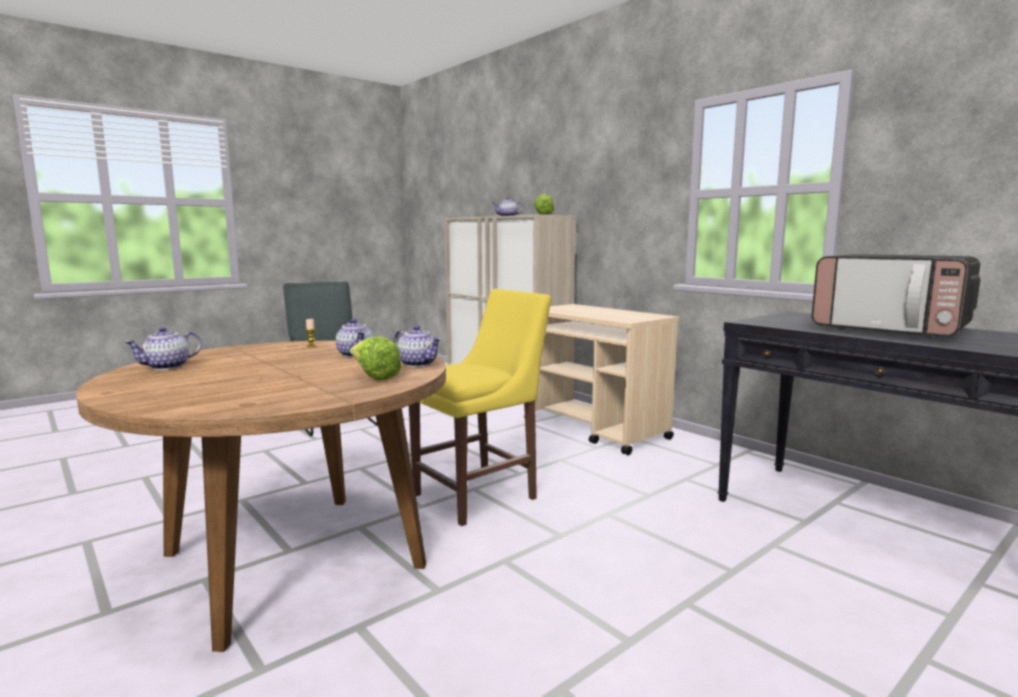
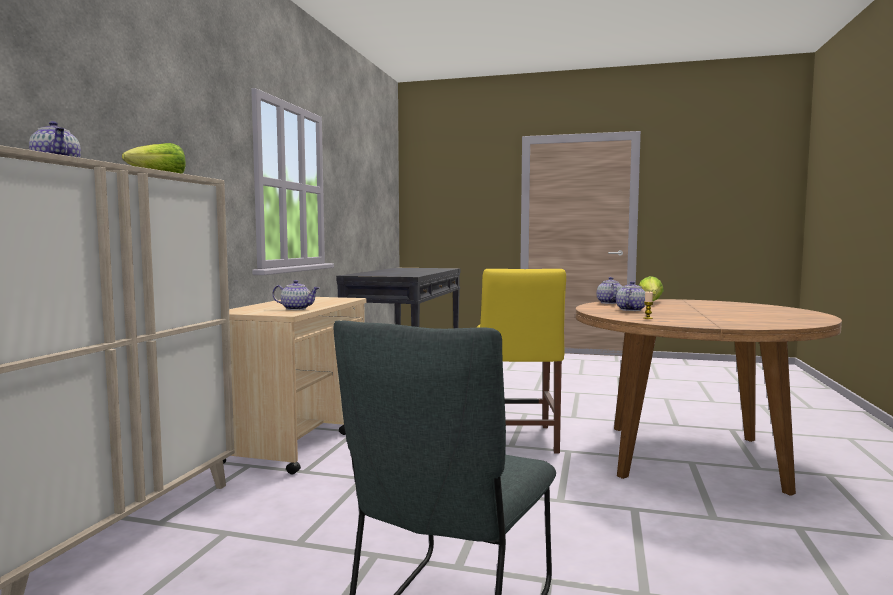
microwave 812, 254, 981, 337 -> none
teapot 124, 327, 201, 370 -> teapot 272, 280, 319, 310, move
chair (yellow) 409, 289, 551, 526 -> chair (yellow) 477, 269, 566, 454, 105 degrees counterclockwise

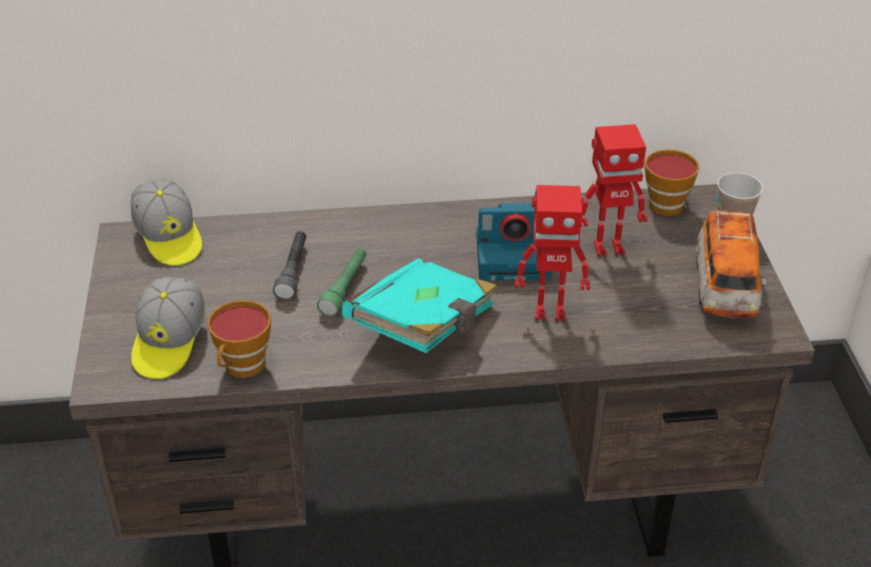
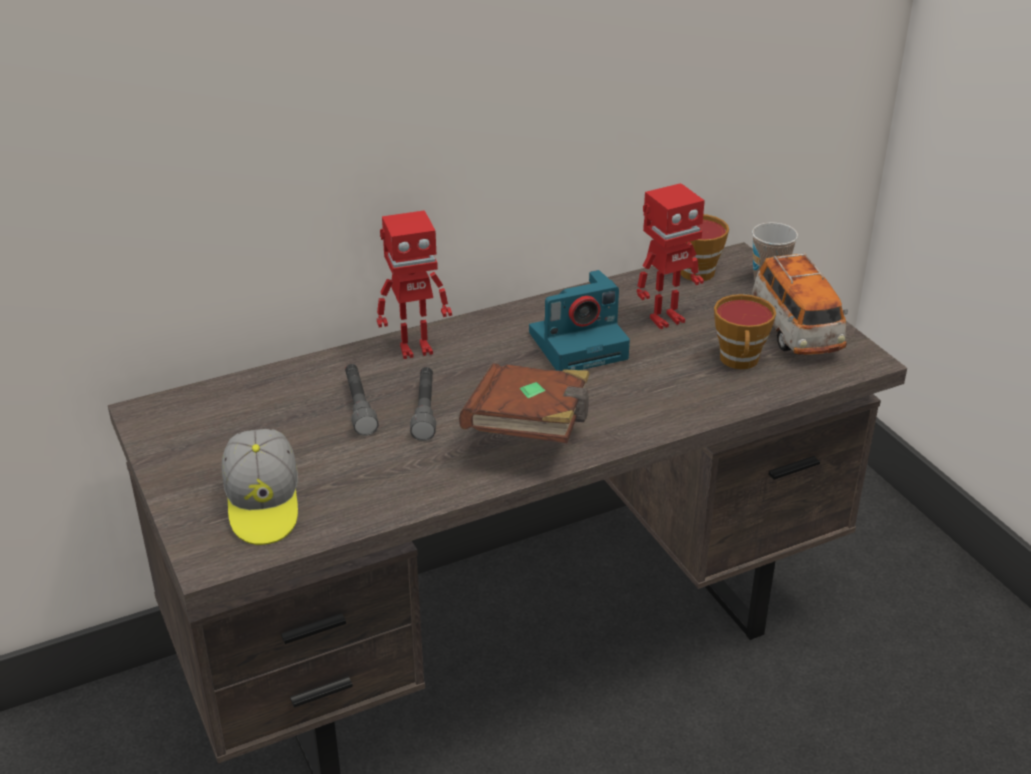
cap 131, 179, 202, 266 -> none
cup 207, 300, 271, 378 -> cup 714, 294, 776, 369, move
toy robot 515, 185, 590, 321 -> toy robot 377, 210, 452, 359, move
flashlight (green) 317, 248, 367, 317 -> flashlight (grey) 410, 367, 436, 441
book (turquoise) 342, 258, 498, 353 -> book (brown) 459, 363, 590, 443

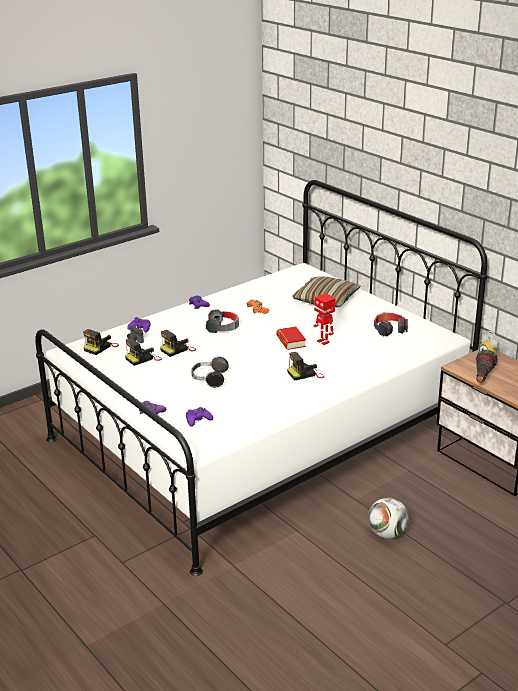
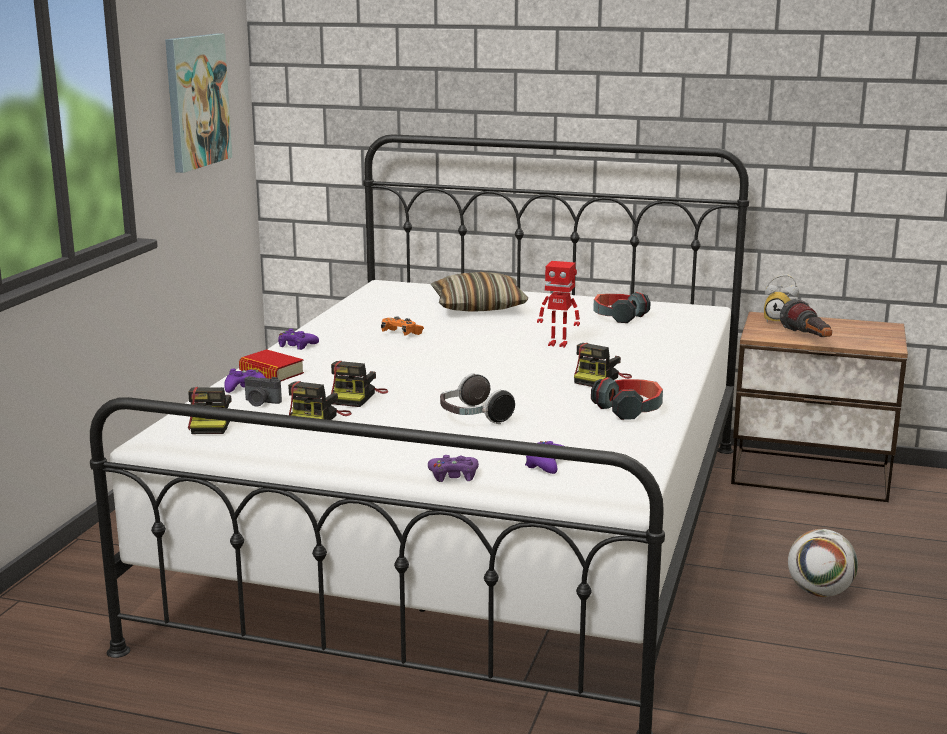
none -> picture 165, 34, 232, 173
headphones 206, 309, 239, 333 -> headphones 591, 377, 663, 420, move
book 277, 326, 306, 350 -> book 239, 349, 304, 381, move

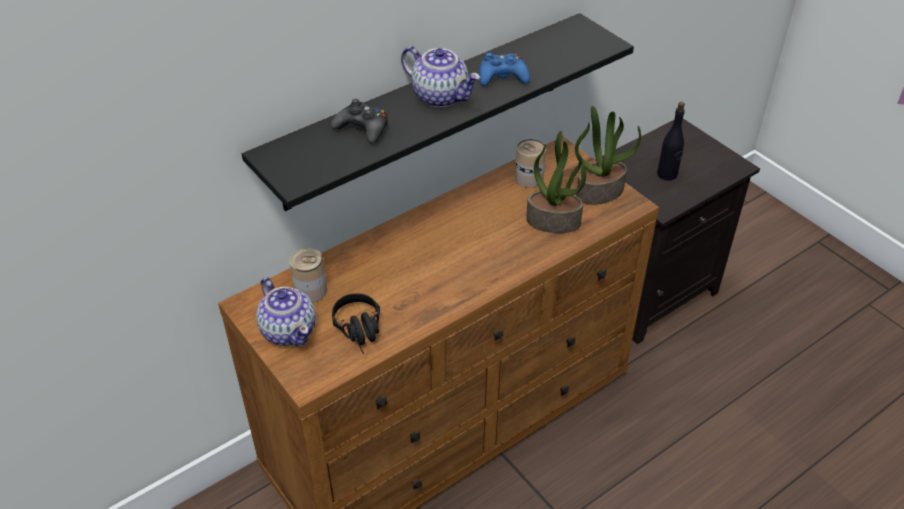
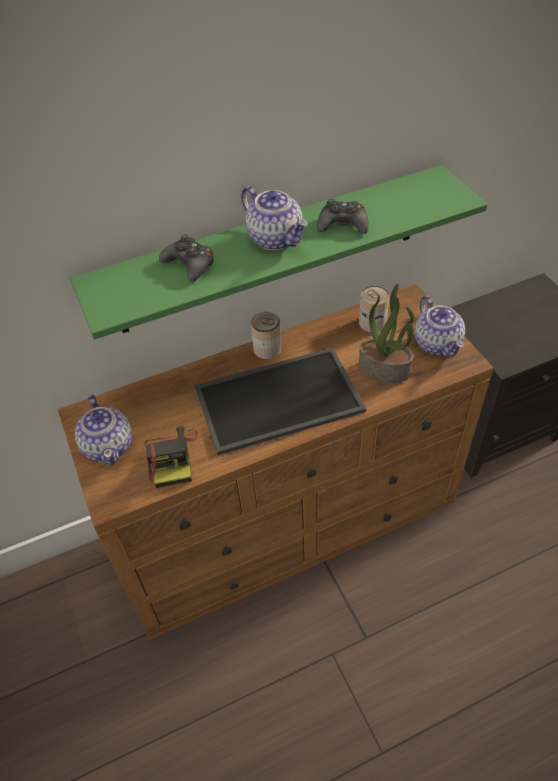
bottle (black) 657, 102, 685, 181 -> none
none -> tray 194, 347, 366, 455
can 290, 248, 327, 302 -> can 251, 312, 282, 359, move
headphones (black) 332, 293, 380, 354 -> photo camera 145, 426, 198, 488
potted plant 575, 106, 641, 205 -> teapot 415, 295, 465, 358
shelf (black) 242, 13, 634, 211 -> shelf (green) 70, 165, 487, 339
game controller (blue) 479, 53, 530, 86 -> game controller (black) 317, 199, 369, 234

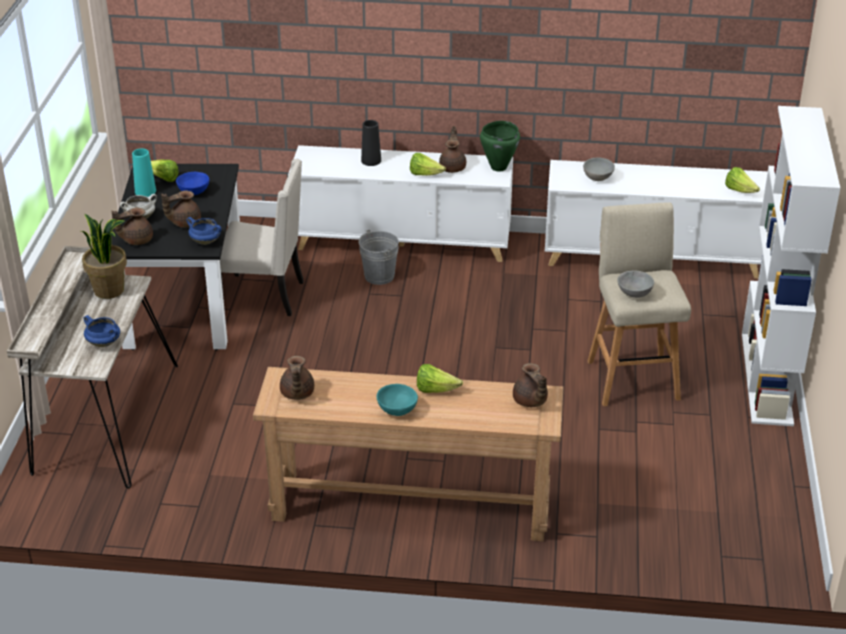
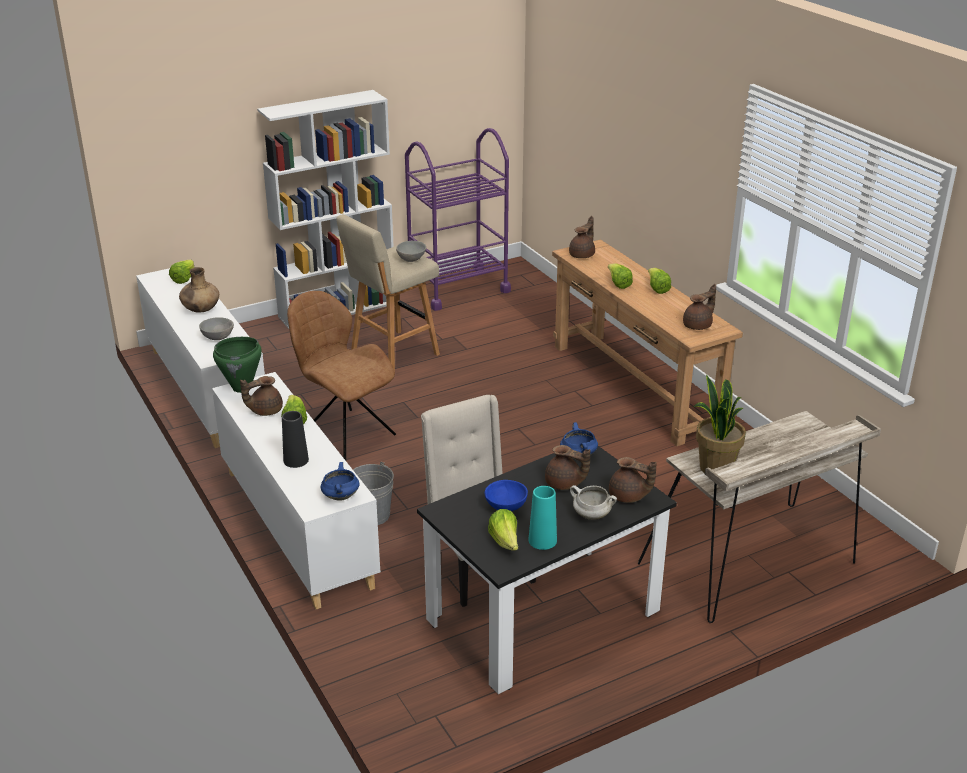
none -> vase (brown) 179, 267, 219, 313
none -> chair (brown) 287, 291, 396, 461
none -> cart (purple) 405, 128, 511, 311
cooking pot (blue) 84, 315, 120, 347 -> cooking pot (blue) 321, 462, 360, 501, move
bowl (turquoise) 377, 384, 418, 416 -> lettuce 648, 268, 671, 294

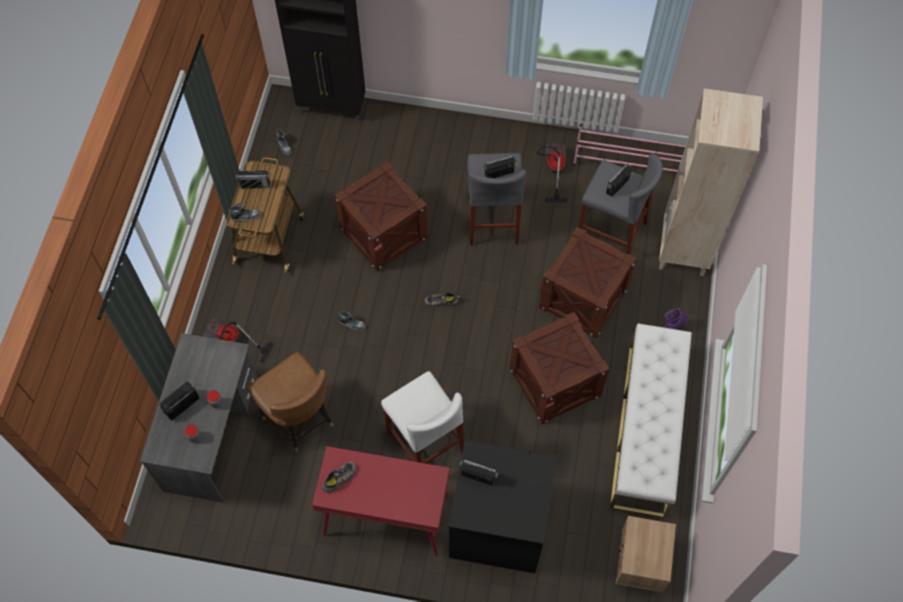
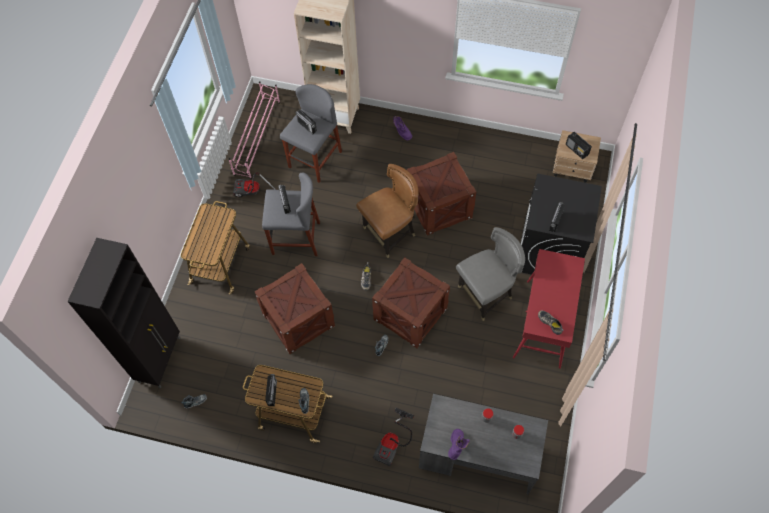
bench (white) 610, 323, 692, 518 -> none
none -> cart 181, 201, 250, 294
none -> boot (purple) 448, 429, 470, 460
radio 159, 382, 199, 421 -> radio 566, 132, 592, 159, move
chair (brown) 247, 352, 333, 452 -> chair (brown) 356, 164, 419, 258, move
crate 539, 227, 636, 339 -> crate 372, 257, 450, 348, move
stool (white) 381, 371, 464, 464 -> chair (grey) 456, 227, 525, 321

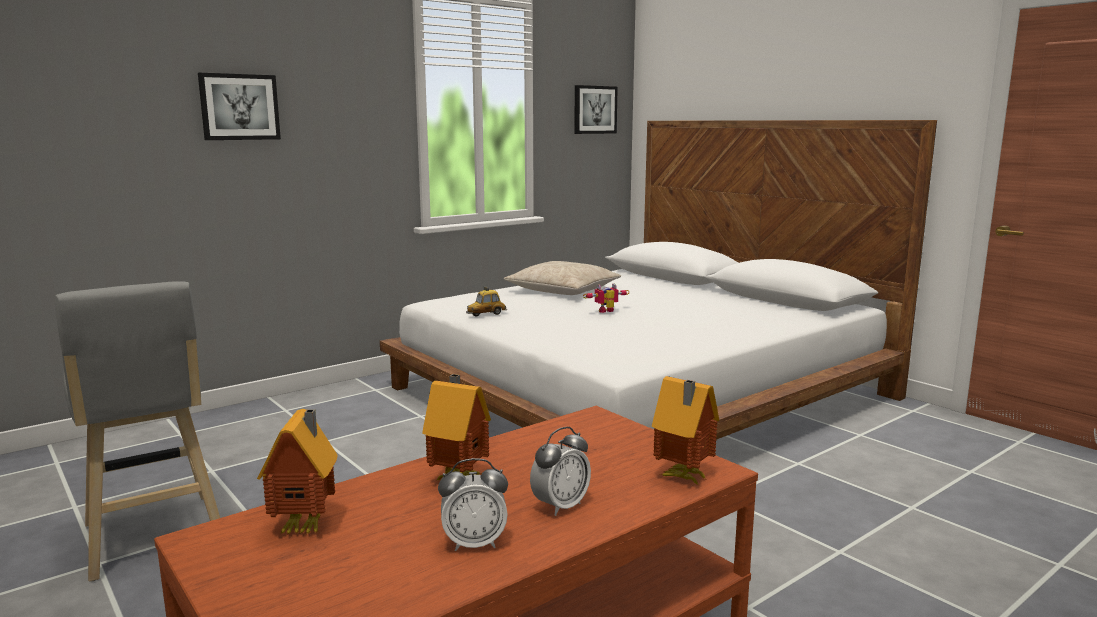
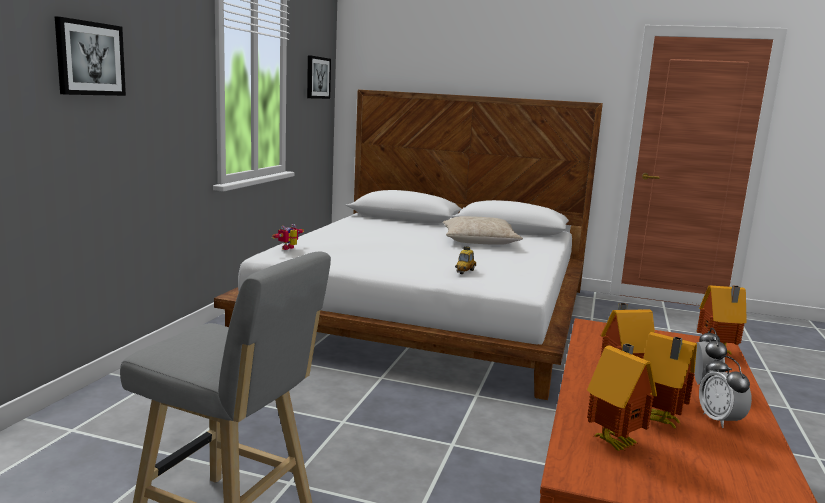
none -> toy house 643, 332, 697, 430
toy car 466, 286, 507, 316 -> toy car 455, 246, 476, 274, move
pillow (beige) 504, 261, 621, 295 -> pillow (beige) 443, 216, 523, 245, move
toy robot 583, 283, 630, 313 -> toy robot 272, 224, 304, 250, move
alarm clock 438, 458, 508, 551 -> alarm clock 699, 356, 752, 428, 120 degrees clockwise

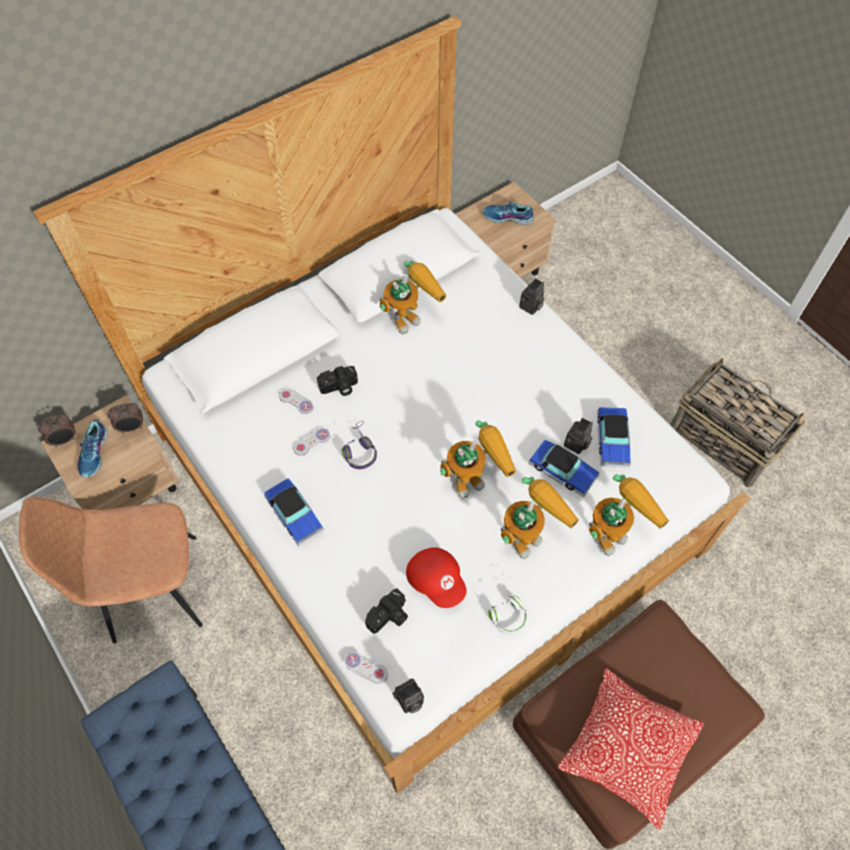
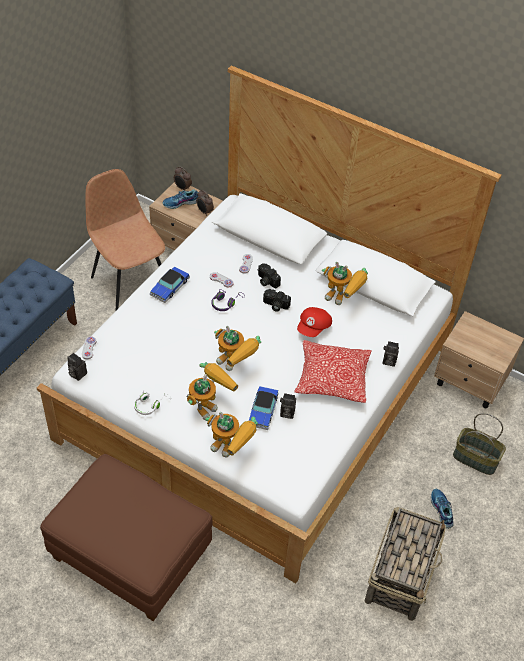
toy car 597, 407, 631, 468 -> none
none -> basket 453, 413, 506, 475
photo camera 365, 588, 408, 634 -> photo camera 263, 289, 291, 312, move
cap (red) 406, 547, 467, 608 -> cap (red) 297, 307, 332, 337, move
shoe 483, 201, 534, 225 -> shoe 431, 489, 454, 529, move
pillow 557, 668, 704, 830 -> pillow 294, 340, 372, 403, move
toy robot 500, 477, 579, 559 -> toy robot 187, 362, 238, 420, 75 degrees counterclockwise

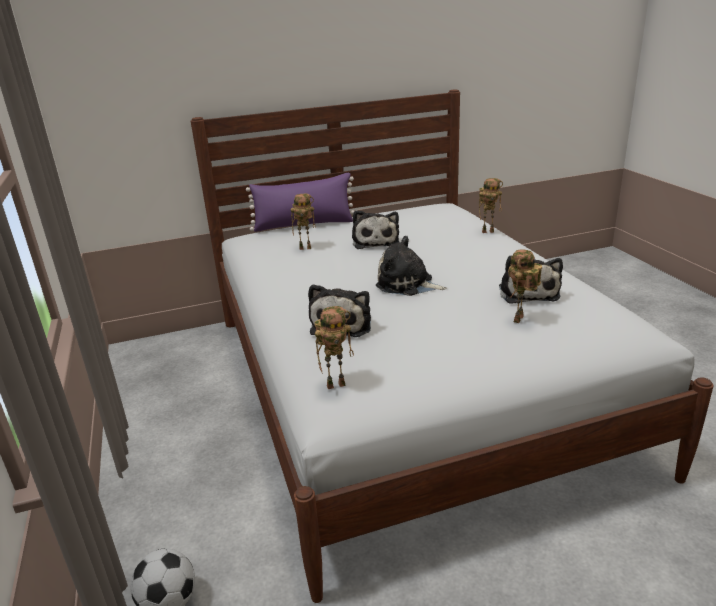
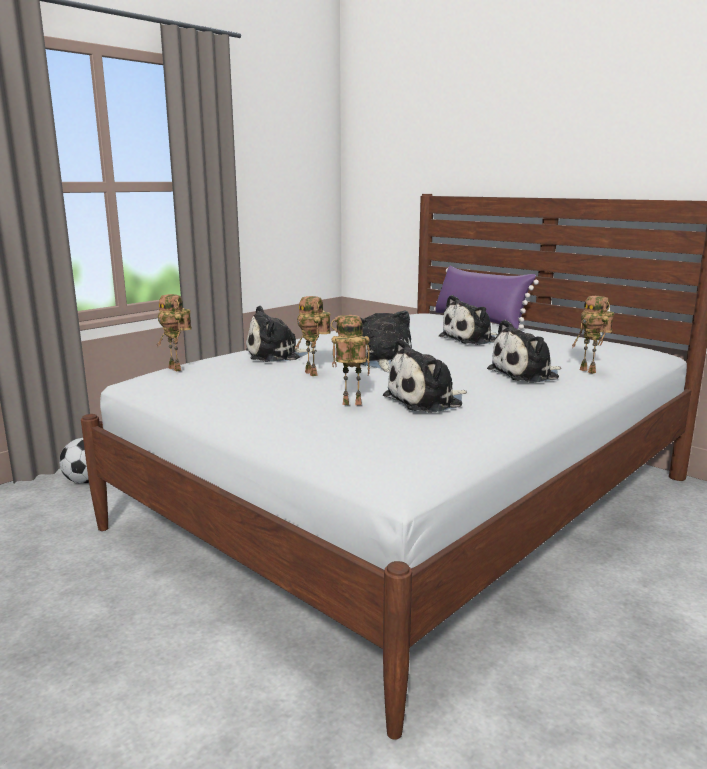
none -> plush toy 487, 320, 561, 383
toy robot 291, 194, 315, 250 -> toy robot 295, 296, 331, 376, move

